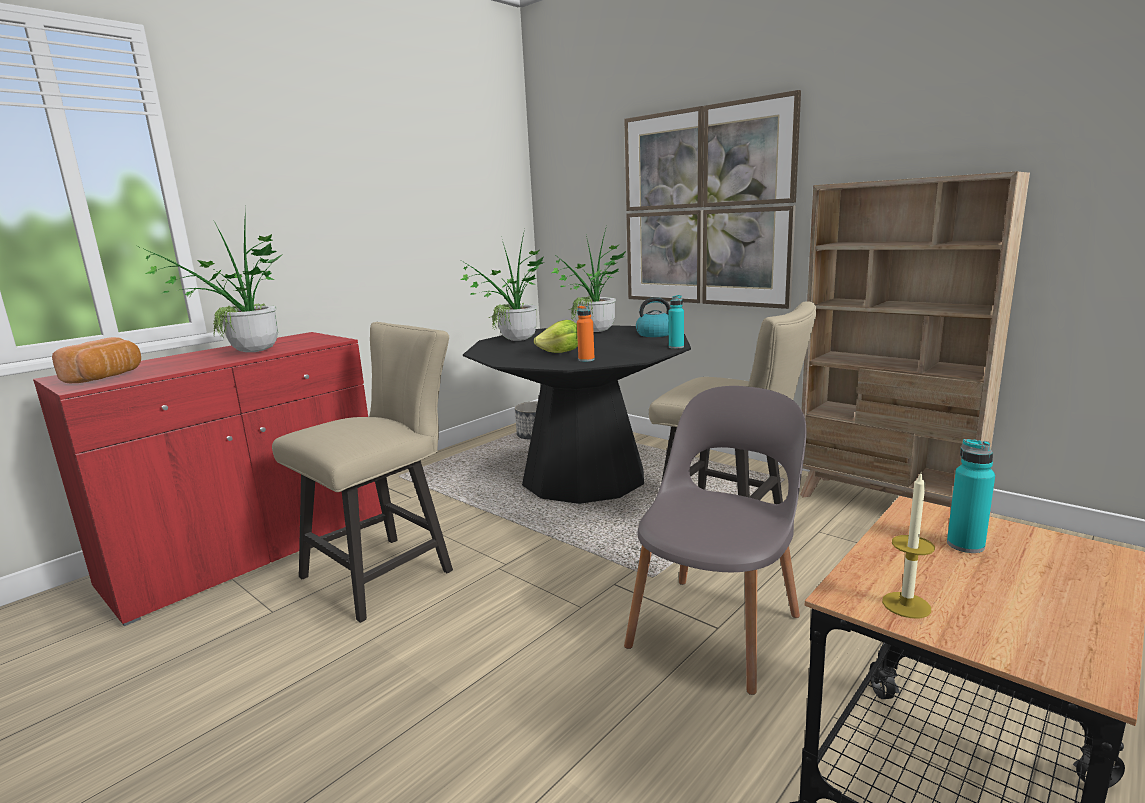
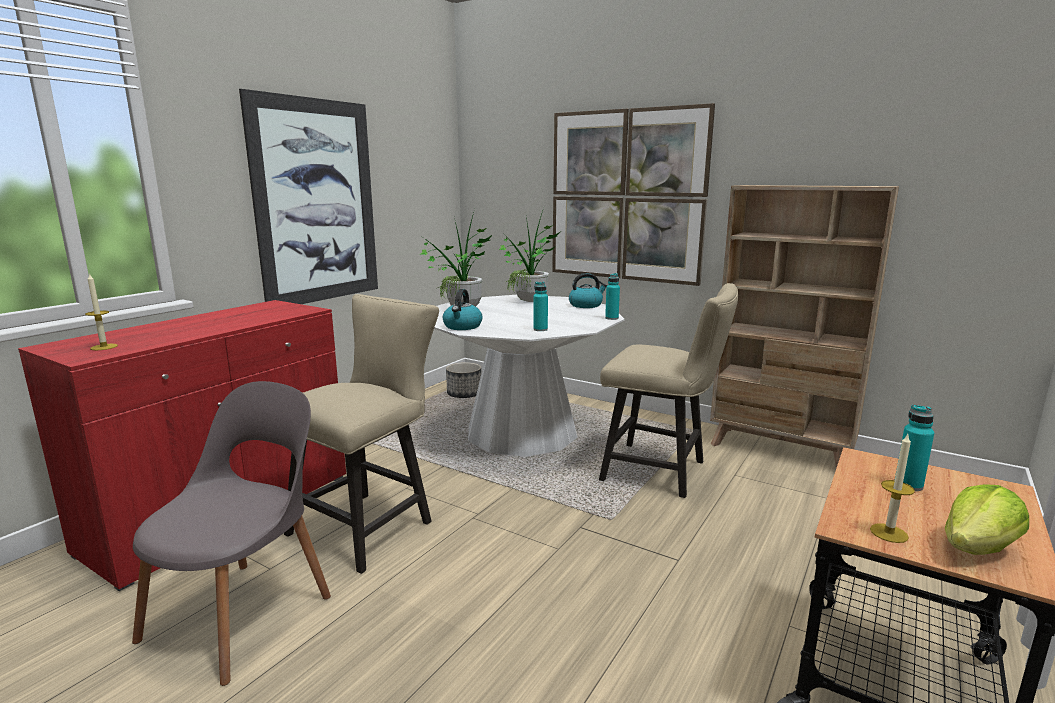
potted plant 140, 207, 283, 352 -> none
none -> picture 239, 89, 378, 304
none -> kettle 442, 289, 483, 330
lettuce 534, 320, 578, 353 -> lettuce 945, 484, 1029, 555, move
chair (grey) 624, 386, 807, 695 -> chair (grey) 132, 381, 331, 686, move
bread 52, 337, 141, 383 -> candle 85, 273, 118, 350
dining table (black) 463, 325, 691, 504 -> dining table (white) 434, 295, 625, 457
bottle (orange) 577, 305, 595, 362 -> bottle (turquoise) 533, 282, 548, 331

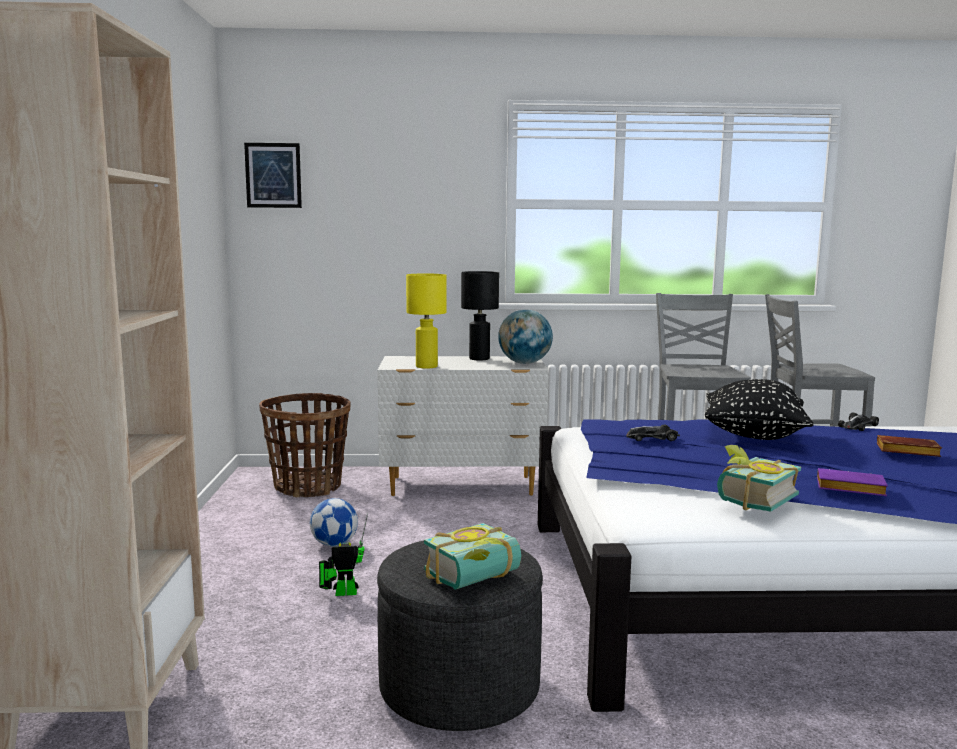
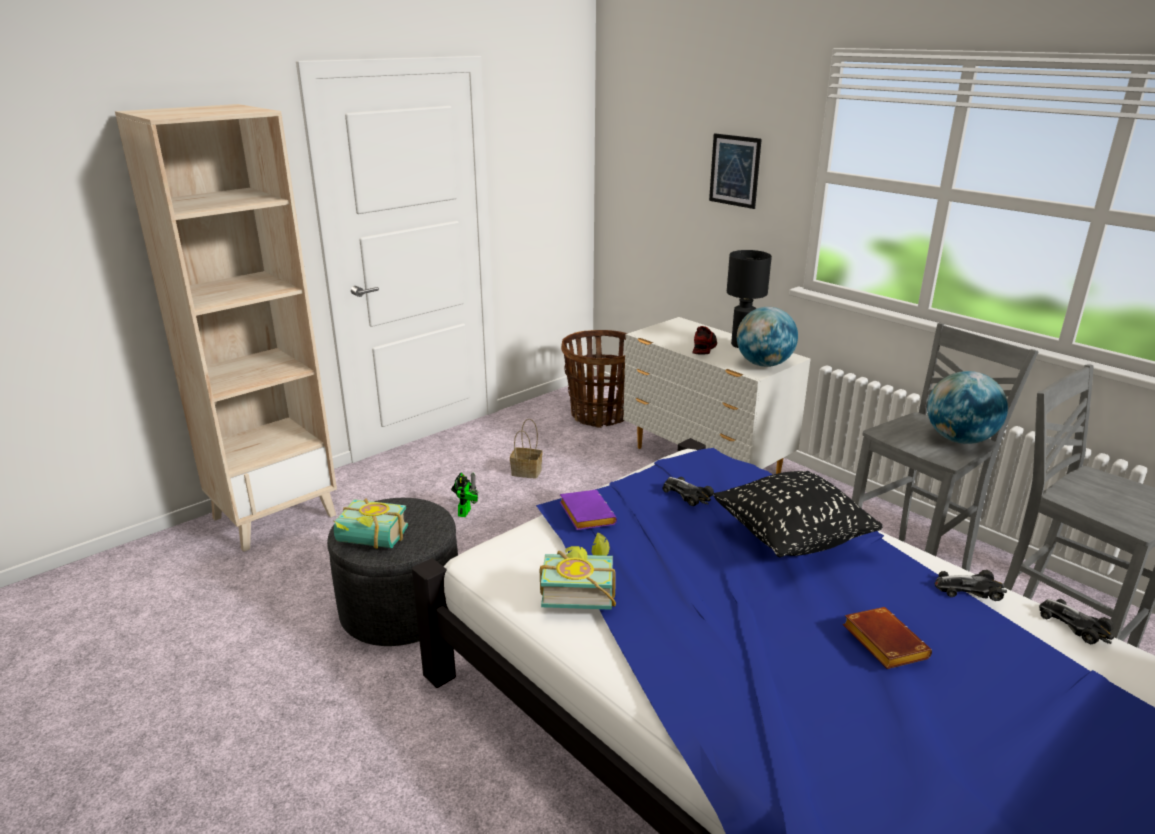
table lamp (yellow) 406, 274, 447, 369 -> none
none -> shoe 692, 326, 717, 355
none -> globe 927, 371, 1008, 444
none -> toy car 1039, 599, 1114, 644
picture 244, 143, 302, 208 -> picture 709, 133, 762, 209, move
book (purple) 817, 468, 888, 496 -> book (purple) 560, 490, 617, 530, move
football 310, 498, 358, 547 -> basket 510, 419, 543, 479
toy robot 319, 514, 368, 596 -> toy robot 451, 473, 479, 517, 60 degrees clockwise

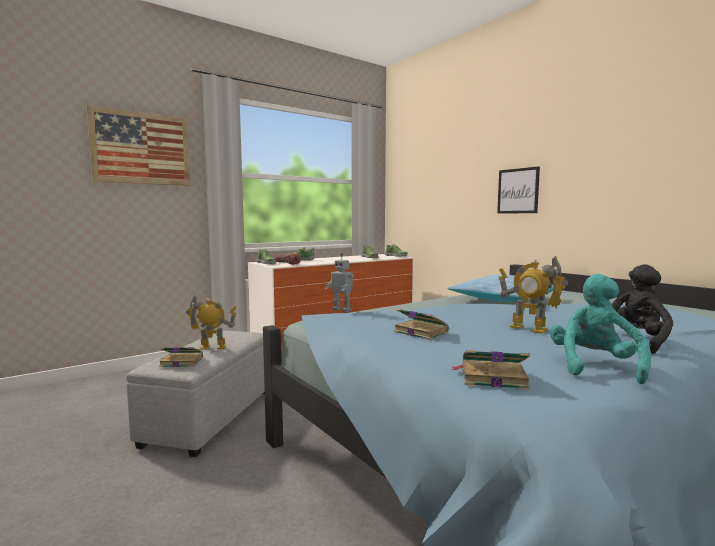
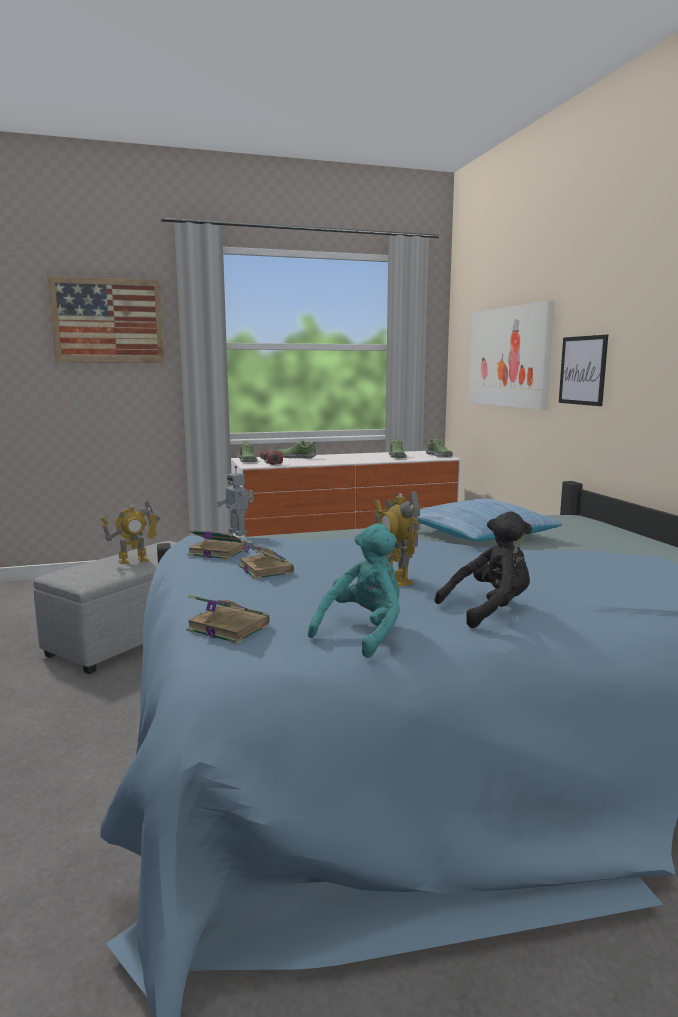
none -> picture 468, 301, 554, 410
book 159, 347, 203, 367 -> book 188, 530, 246, 560, move
toy robot 186, 295, 237, 350 -> toy robot 100, 499, 160, 564, 135 degrees clockwise

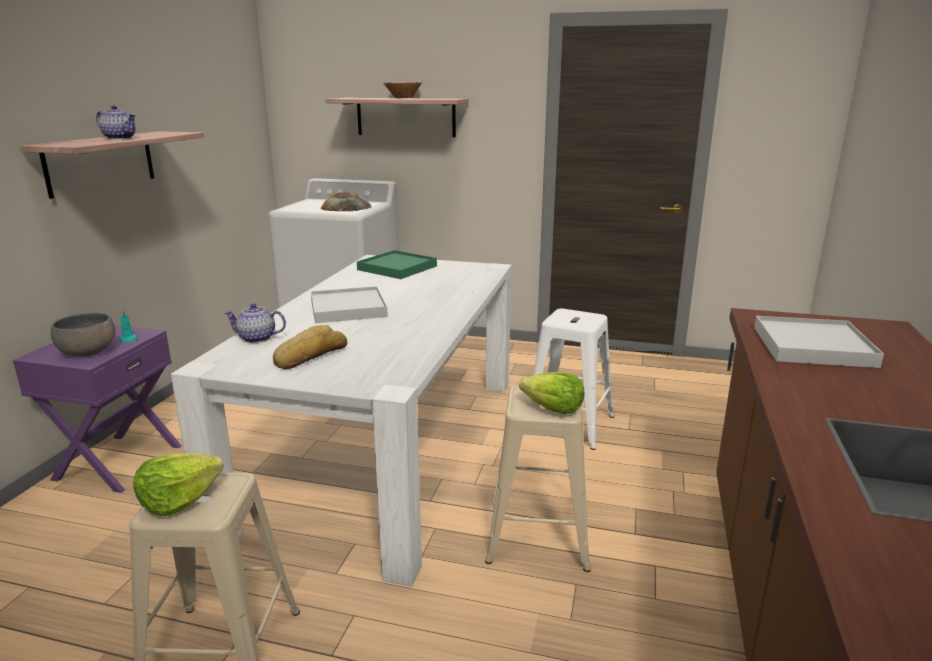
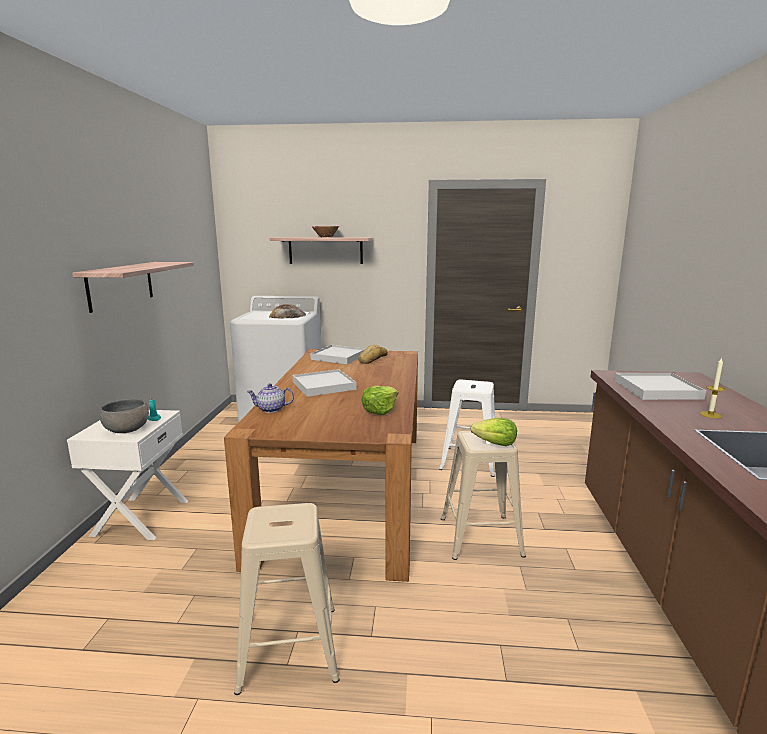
teapot 96, 105, 136, 139 -> none
none -> candle 700, 358, 725, 418
lettuce 133, 453, 224, 516 -> lettuce 361, 386, 398, 415, move
bread 273, 325, 347, 369 -> bread 358, 345, 388, 364, move
nightstand (purple) 13, 325, 182, 493 -> nightstand (white) 67, 410, 188, 540
dining table (white) 171, 255, 512, 587 -> dining table (brown) 224, 349, 418, 582
tray (green) 357, 250, 437, 279 -> tray (white) 310, 345, 366, 364

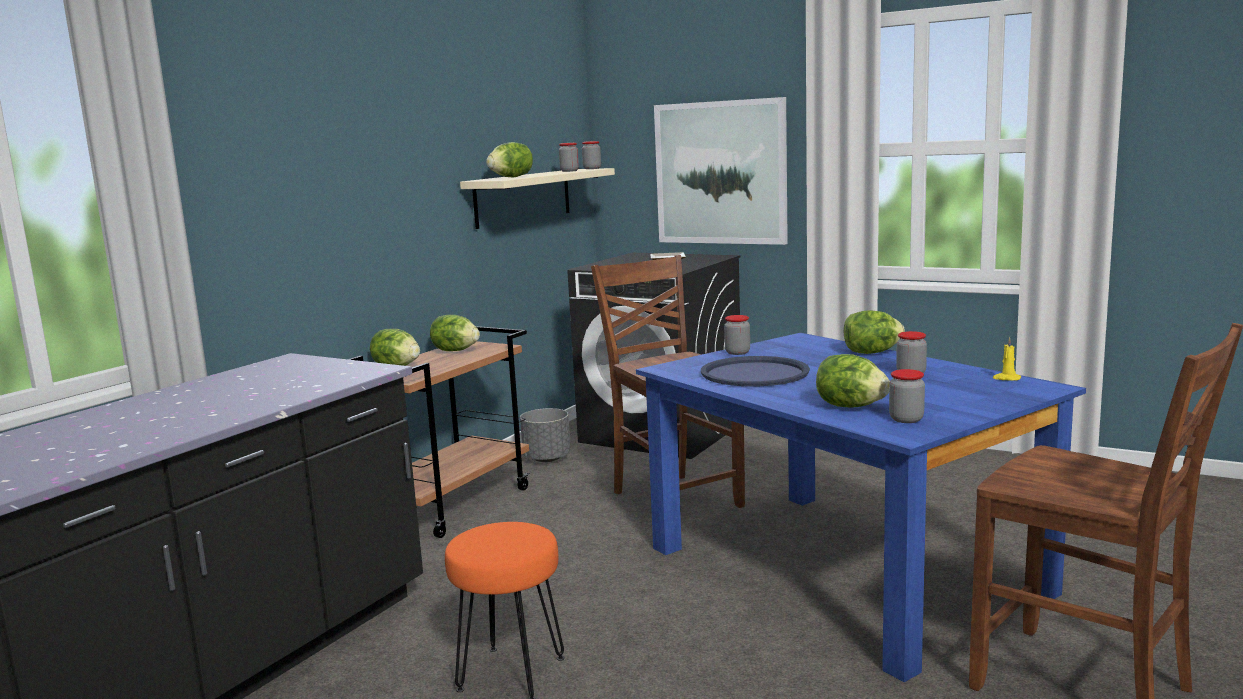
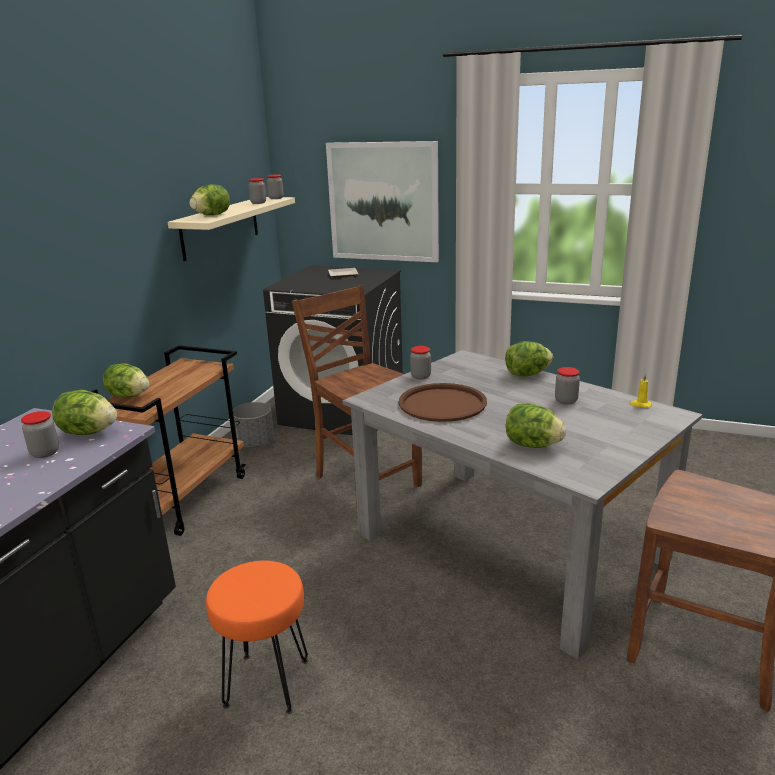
lettuce 430, 315, 480, 351 -> lettuce 52, 390, 117, 435, move
jar 889, 369, 925, 423 -> jar 21, 411, 59, 458, move
dining table (blue) 636, 333, 1086, 682 -> dining table (grey) 342, 349, 703, 659
tray (blue) 701, 356, 810, 386 -> tray (brown) 399, 383, 487, 422

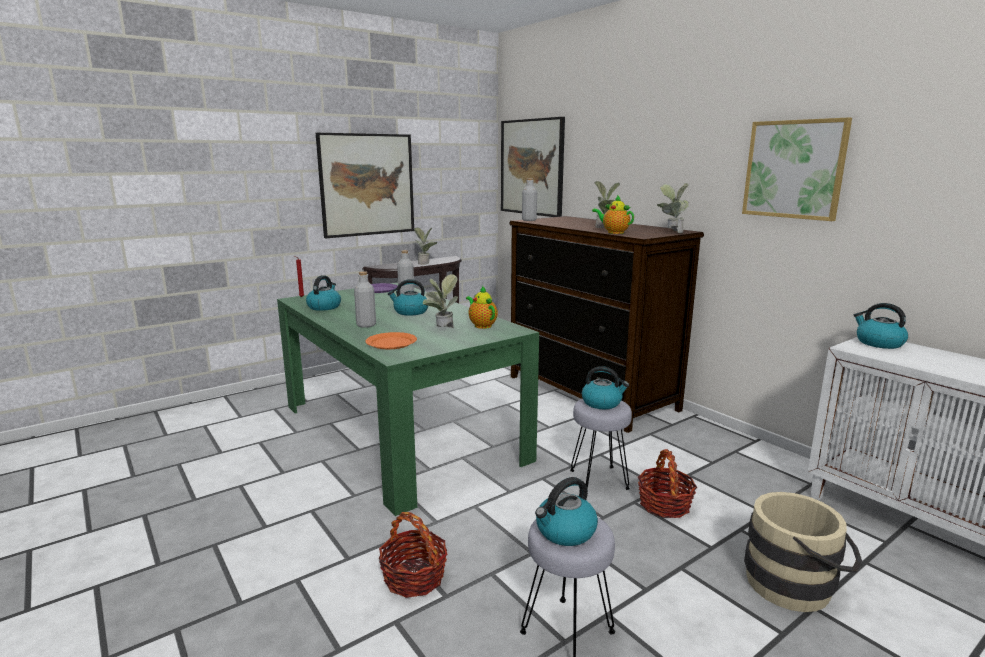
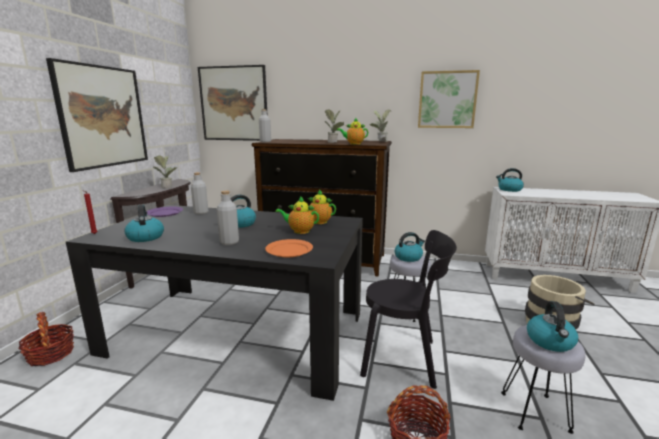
none -> chair (black) 360, 230, 457, 389
basket 638, 449, 697, 518 -> basket 19, 312, 74, 366, move
potted plant 423, 274, 458, 329 -> teapot 275, 196, 319, 234
dining table (green) 277, 283, 539, 516 -> dining table (black) 66, 205, 363, 401

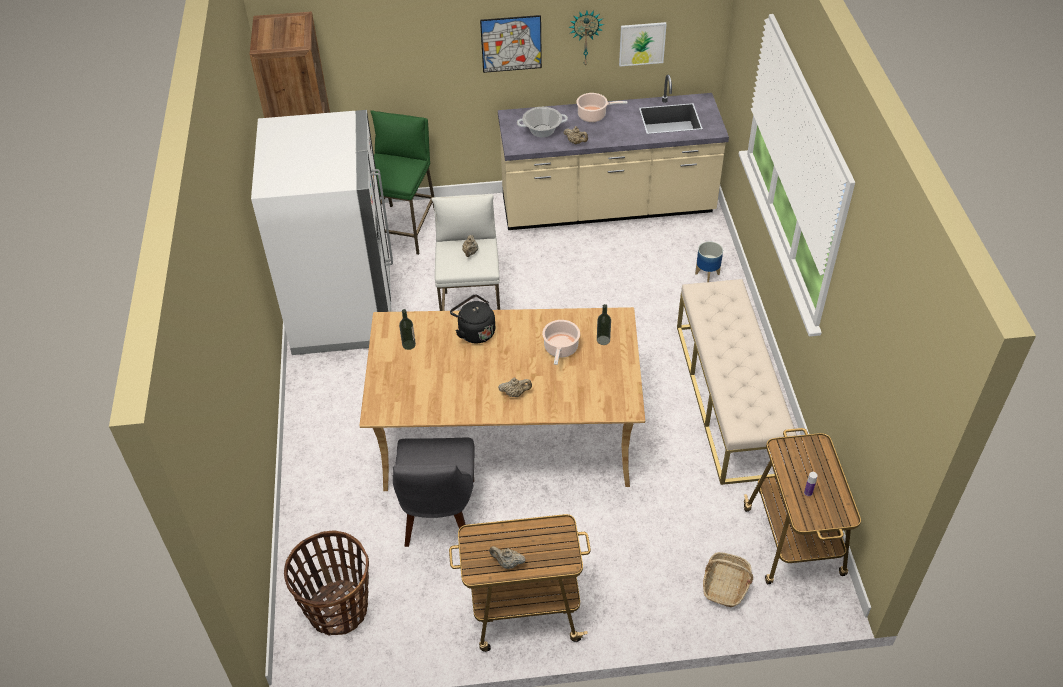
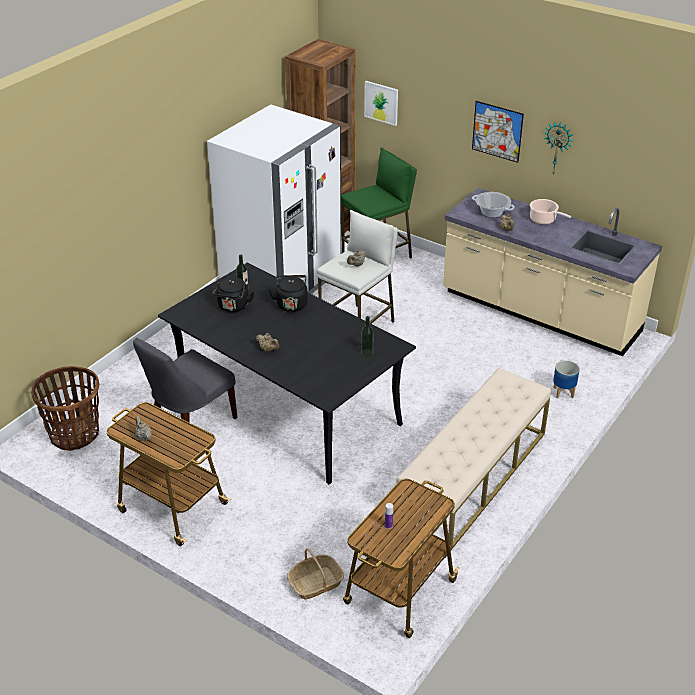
cooking pot 542, 320, 580, 365 -> none
none -> kettle (black) 213, 277, 254, 312
picture 619, 22, 667, 67 -> picture 364, 81, 398, 126, move
dining table (beige) 359, 307, 645, 491 -> dining table (black) 158, 263, 416, 485

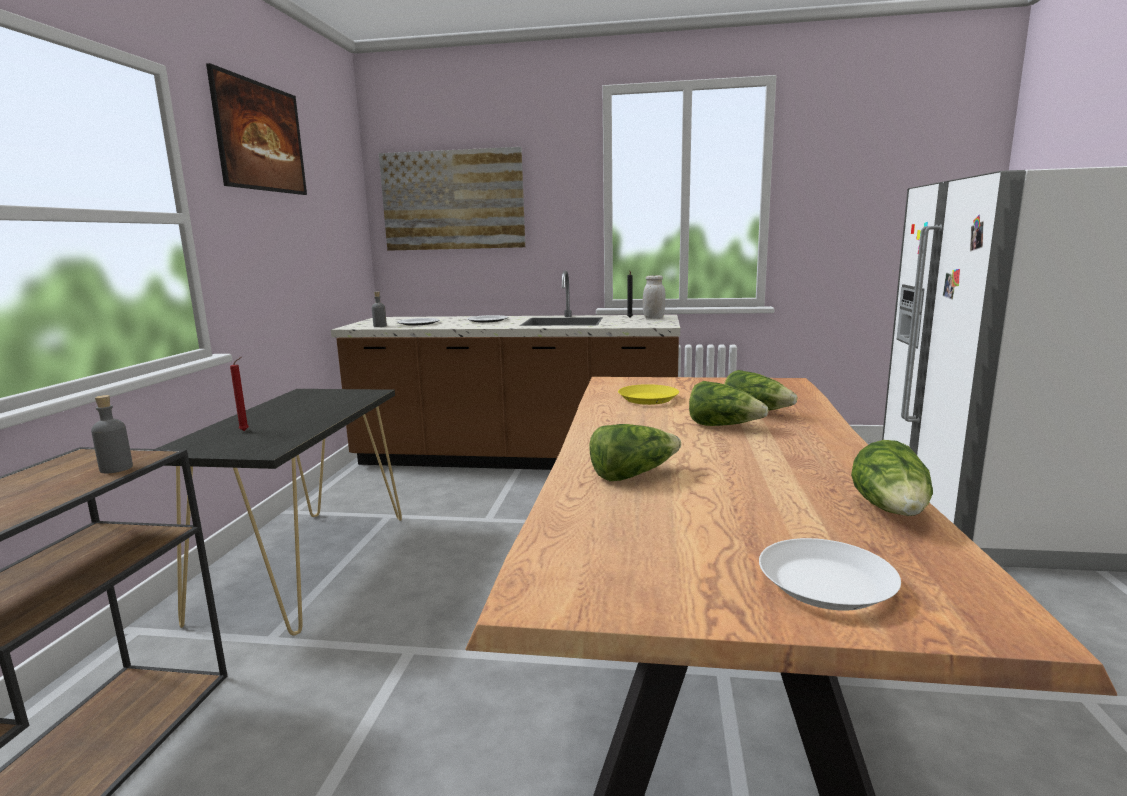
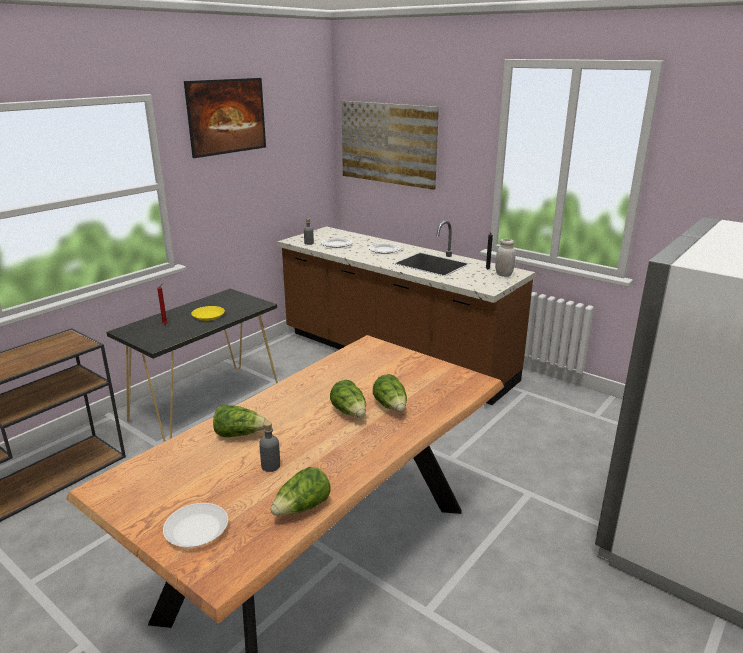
bottle (grey) 91, 395, 133, 473 -> bottle (grey) 259, 421, 280, 472, move
plate (yellow) 618, 384, 679, 405 -> plate (yellow) 191, 306, 225, 321, move

